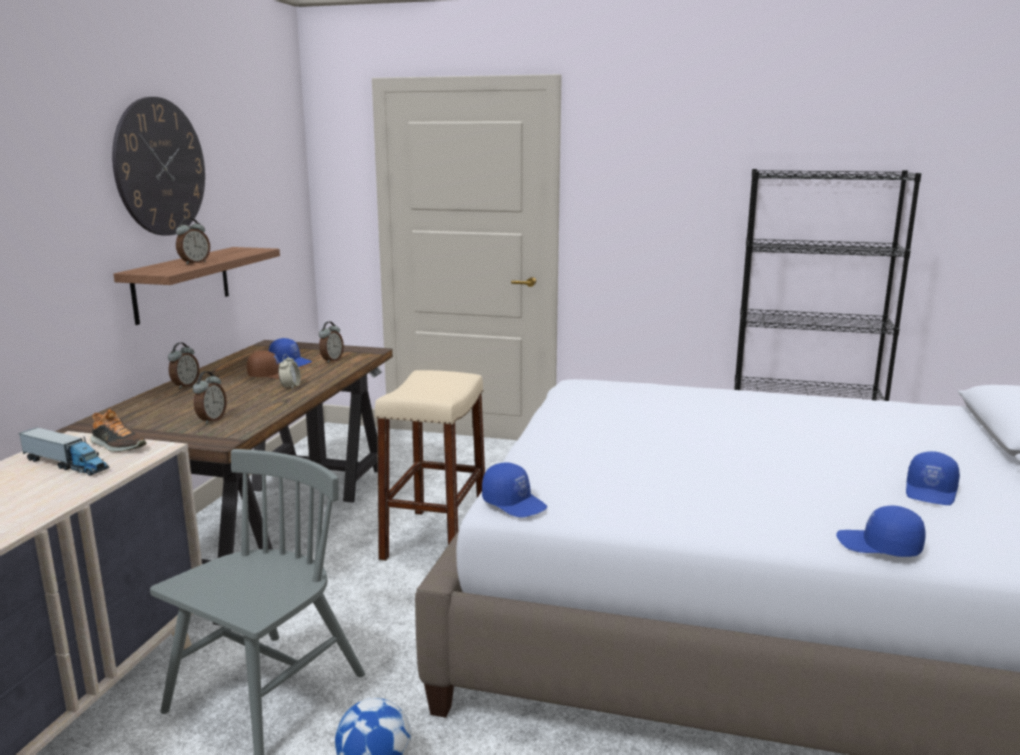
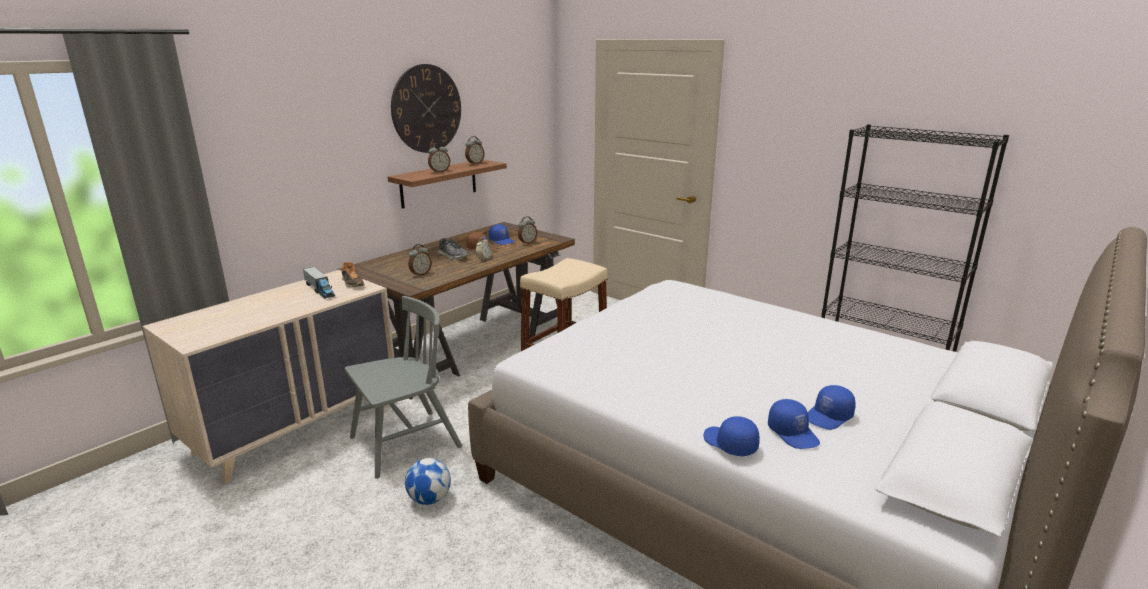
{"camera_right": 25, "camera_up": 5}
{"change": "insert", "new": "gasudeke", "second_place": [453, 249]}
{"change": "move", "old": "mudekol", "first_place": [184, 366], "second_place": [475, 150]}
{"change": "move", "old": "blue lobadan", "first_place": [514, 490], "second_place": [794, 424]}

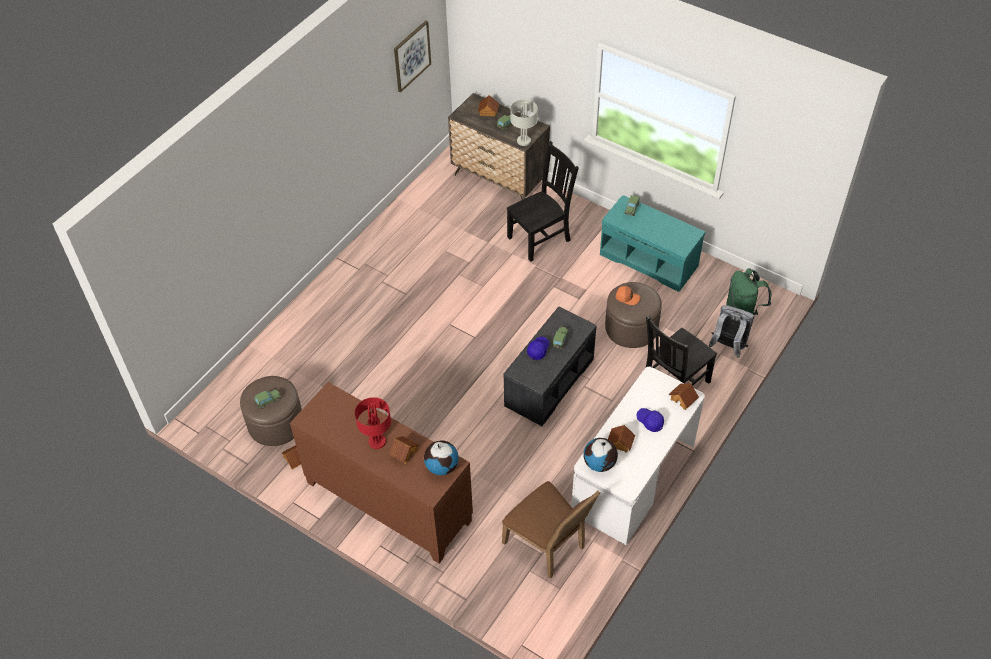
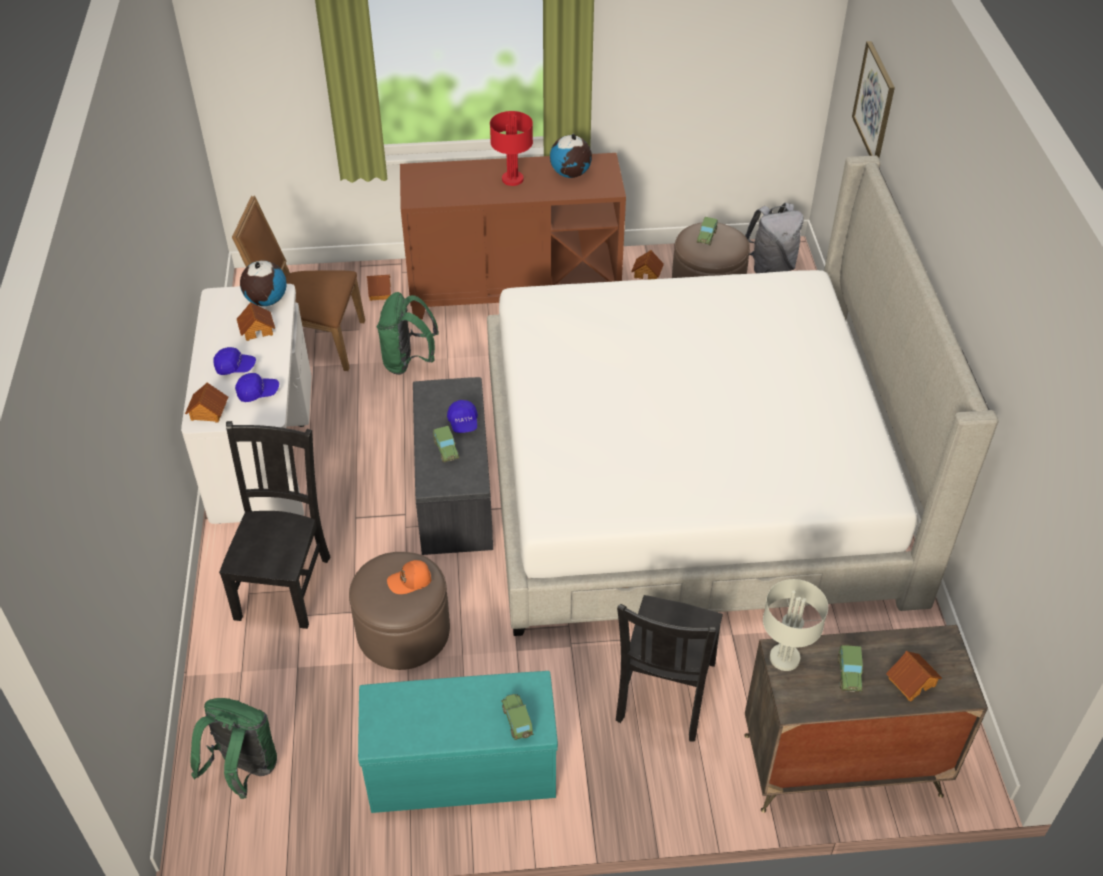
{"camera_right": 140, "camera_up": -5}
{"change": "insert", "new": "blue lobadan", "second_place": [257, 387]}
{"change": "insert", "new": "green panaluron", "second_place": [408, 333]}
{"change": "insert", "new": "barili", "second_place": [743, 396]}
{"change": "move", "old": "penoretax", "first_place": [404, 450], "second_place": [379, 288]}
{"change": "move", "old": "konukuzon", "first_place": [412, 56], "second_place": [873, 99]}
{"change": "move", "old": "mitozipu", "first_place": [441, 457], "second_place": [571, 155]}
{"change": "move", "old": "grey panaluron", "first_place": [731, 331], "second_place": [774, 238]}

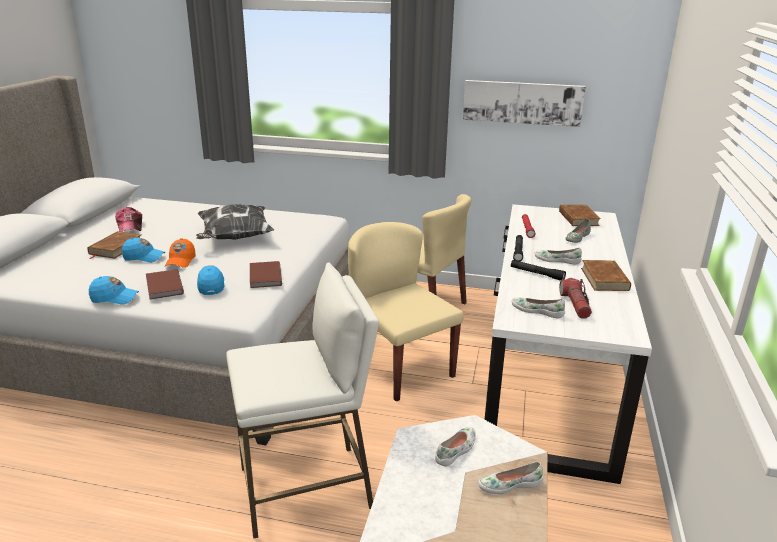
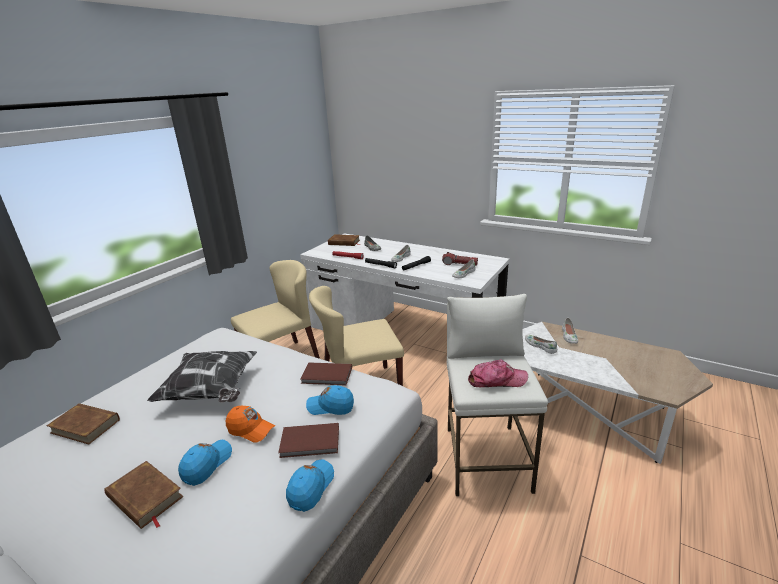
{"camera_right": -70, "camera_up": 0}
{"change": "delete", "old": "konukuzon", "first_place": [524, 103]}
{"change": "move", "old": "lobadan", "first_place": [128, 219], "second_place": [498, 373]}
{"change": "move", "old": "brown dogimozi", "first_place": [606, 275], "second_place": [83, 423]}

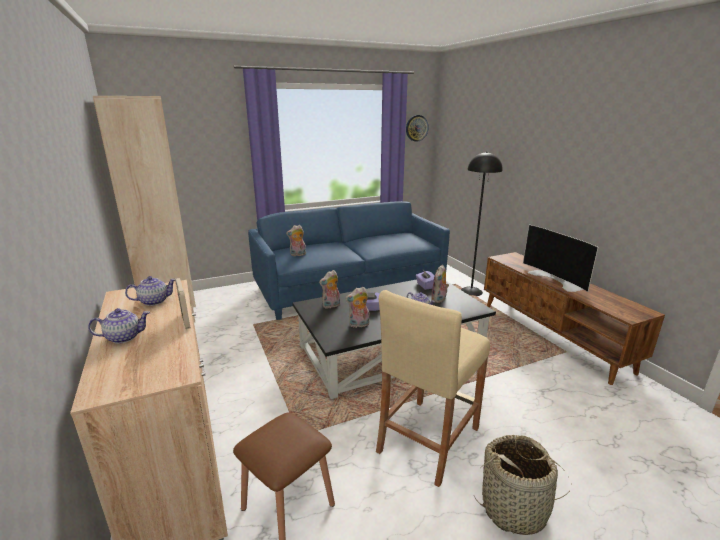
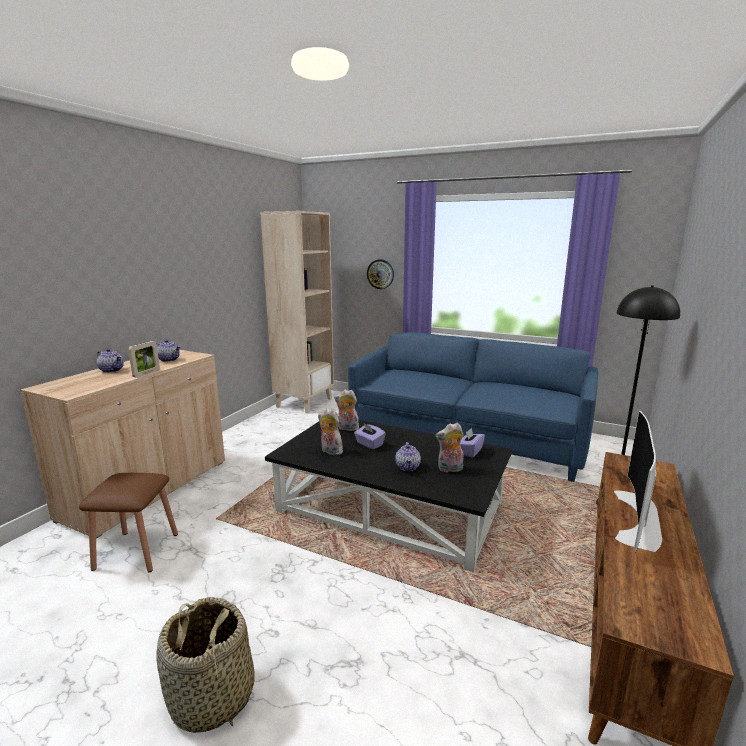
{"camera_right": 50, "camera_up": -5}
{"change": "delete", "old": "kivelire", "first_place": [296, 240]}
{"change": "delete", "old": "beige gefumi", "first_place": [433, 388]}
{"change": "move", "old": "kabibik", "first_place": [417, 128], "second_place": [380, 274]}

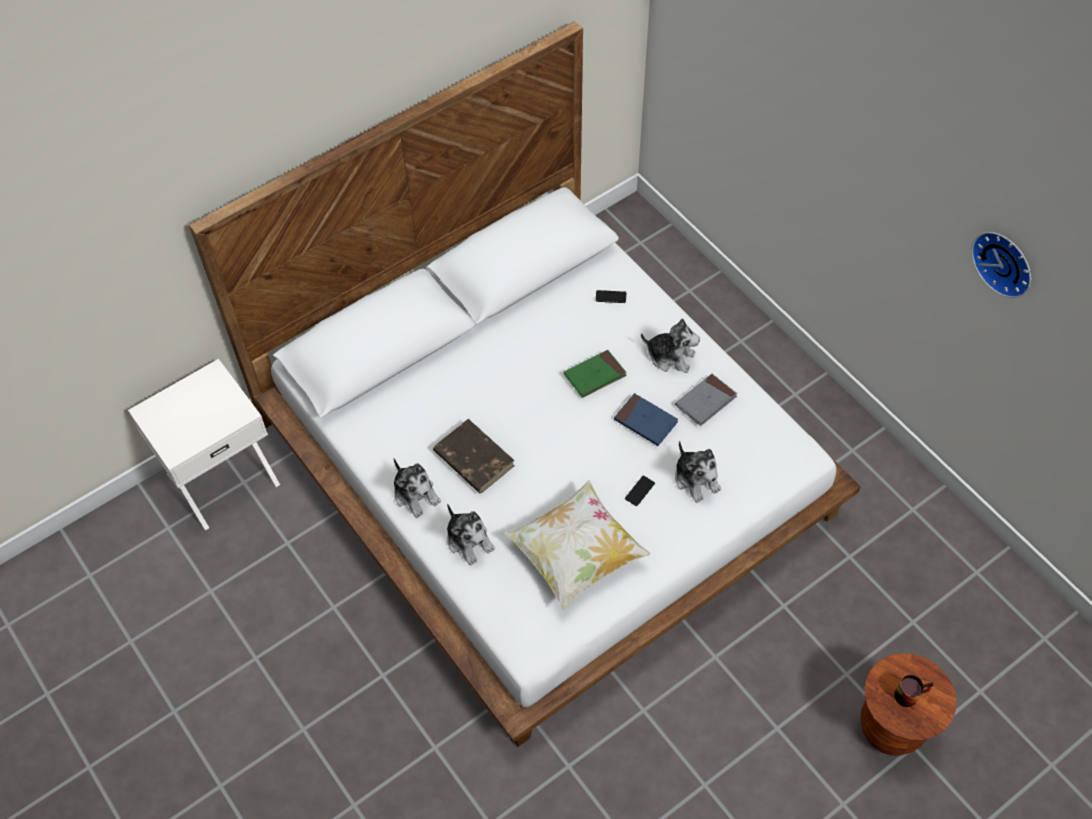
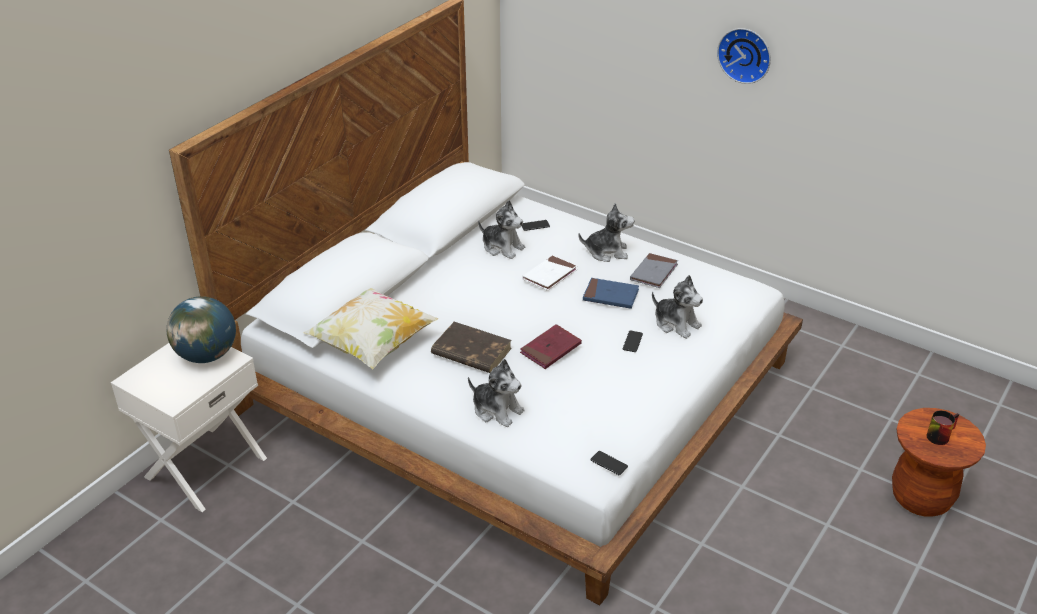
{"camera_right": -20, "camera_up": -20}
{"change": "insert", "new": "mitozipu", "second_place": [201, 329]}
{"change": "insert", "new": "red dogimozi", "second_place": [551, 346]}
{"change": "insert", "new": "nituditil", "second_place": [609, 463]}
{"change": "move", "old": "kivelire", "first_place": [417, 488], "second_place": [501, 229]}
{"change": "move", "old": "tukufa", "first_place": [577, 545], "second_place": [370, 328]}
{"change": "move", "old": "kabibik", "first_place": [1001, 265], "second_place": [744, 56]}
{"change": "recolor", "old": "green dogimozi", "new": "white dogimozi", "first_place": [595, 374], "second_place": [550, 273]}

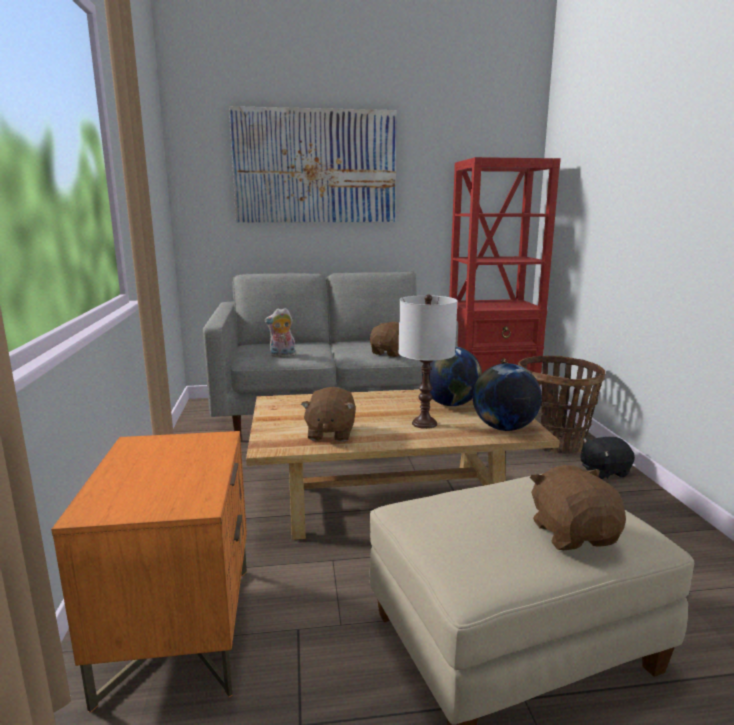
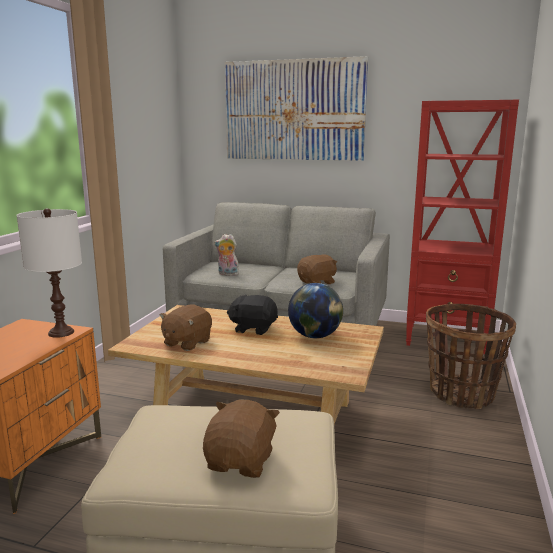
{"camera_right": 25, "camera_up": 0}
{"change": "delete", "old": "mitozipu", "first_place": [507, 397]}
{"change": "move", "old": "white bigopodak", "first_place": [428, 362], "second_place": [49, 273]}
{"change": "move", "old": "black kivelire", "first_place": [608, 458], "second_place": [252, 314]}

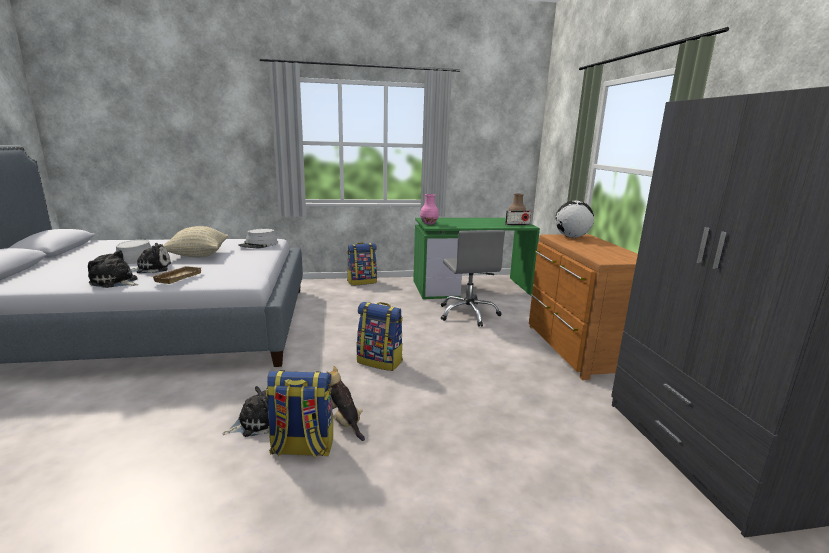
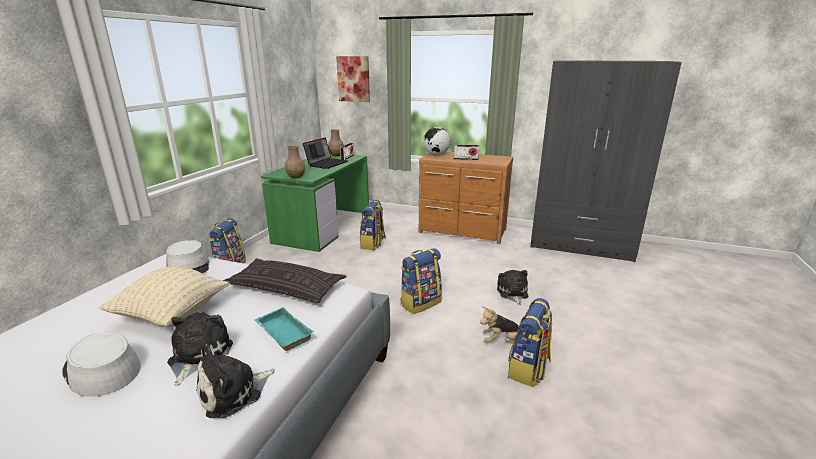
{"camera_right": -60, "camera_up": 5}
{"change": "insert", "new": "tukufa", "second_place": [285, 280]}
{"change": "insert", "new": "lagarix", "second_place": [325, 153]}
{"change": "insert", "new": "konukuzon", "second_place": [353, 79]}
{"change": "insert", "new": "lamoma", "second_place": [466, 152]}
{"change": "move", "old": "kivelire", "first_place": [245, 411], "second_place": [512, 287]}
{"change": "replace", "old": "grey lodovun", "new": "panaluron", "first_place": [473, 278], "second_place": [373, 225]}
{"change": "recolor", "old": "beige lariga", "new": "turquoise lariga", "first_place": [175, 275], "second_place": [284, 329]}
{"change": "recolor", "old": "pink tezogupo", "new": "brown tezogupo", "first_place": [429, 209], "second_place": [295, 162]}

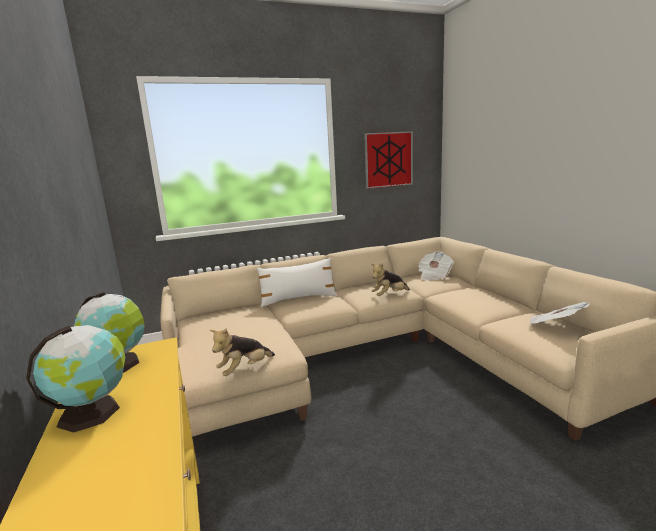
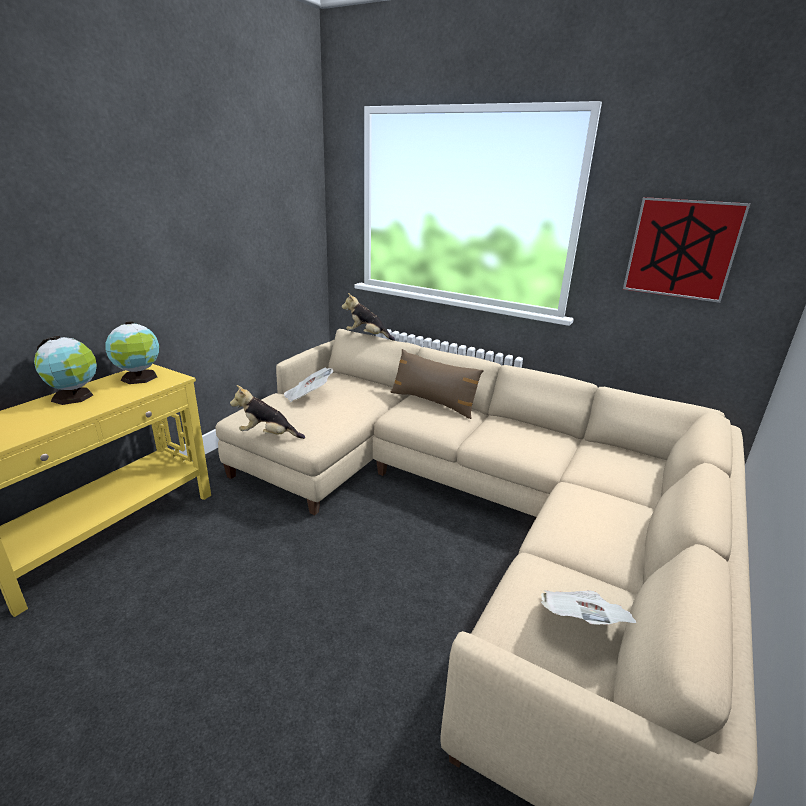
{"camera_right": 50, "camera_up": 10}
{"change": "move", "old": "kivelire", "first_place": [390, 279], "second_place": [368, 317]}
{"change": "move", "old": "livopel", "first_place": [436, 266], "second_place": [308, 384]}
{"change": "recolor", "old": "white tukufa", "new": "brown tukufa", "first_place": [297, 282], "second_place": [437, 384]}

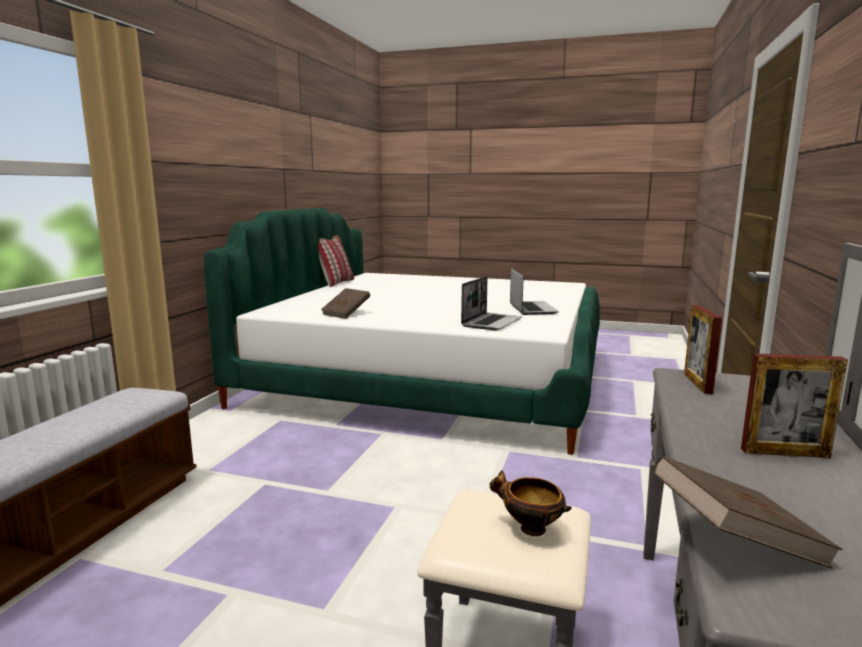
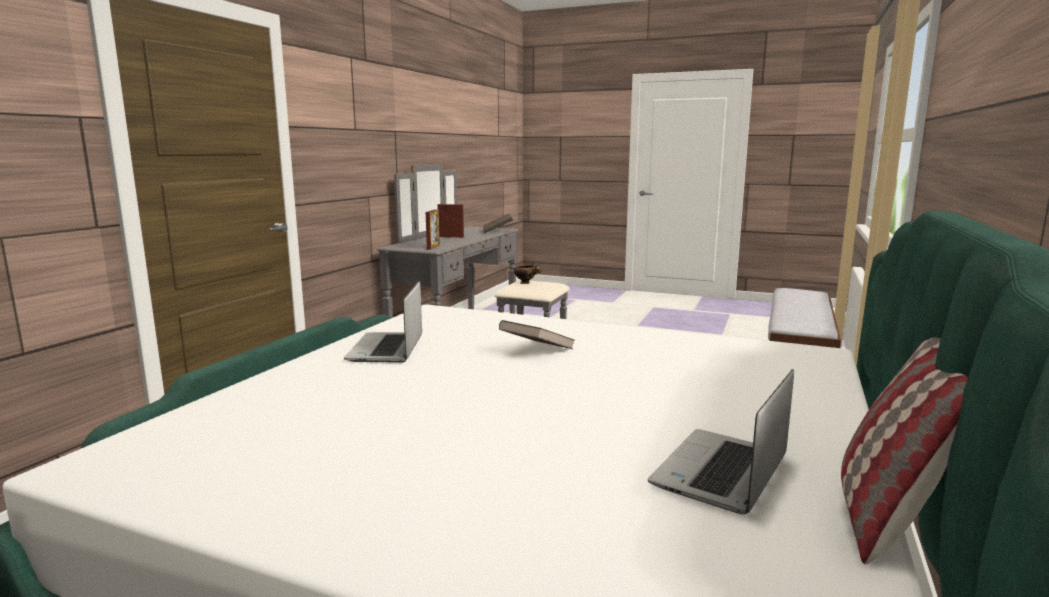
{"camera_right": -175, "camera_up": 0}
{"change": "move", "old": "brown dogimozi", "first_place": [345, 303], "second_place": [537, 334]}
{"change": "move", "old": "lagarix", "first_place": [491, 303], "second_place": [721, 442]}

